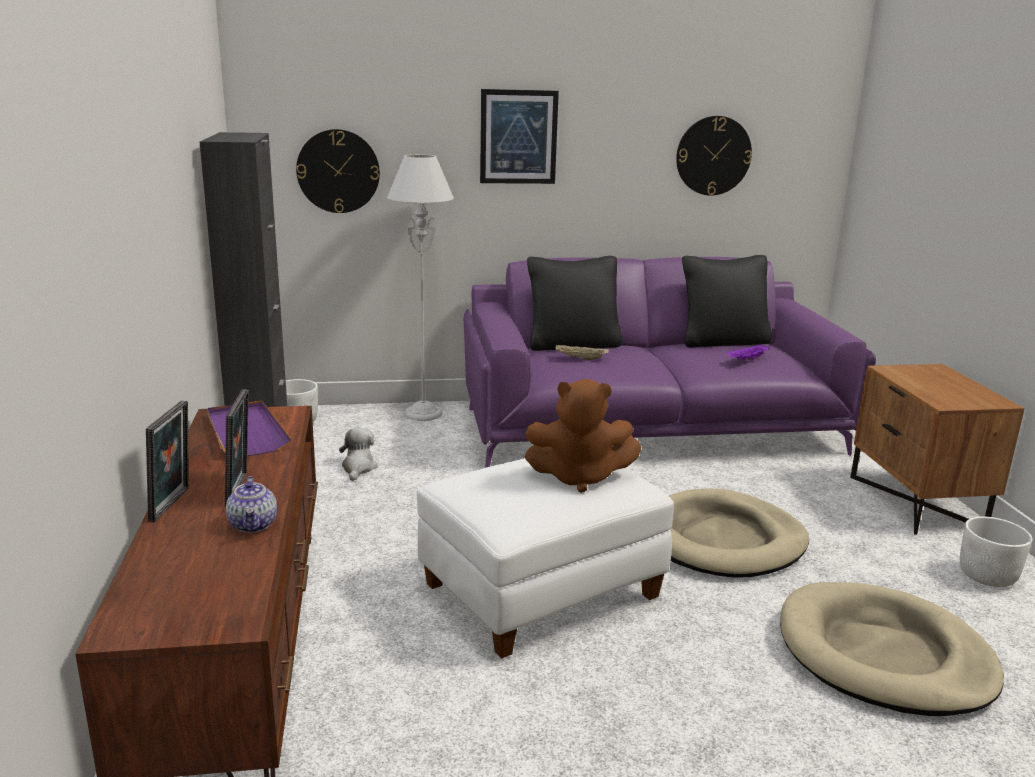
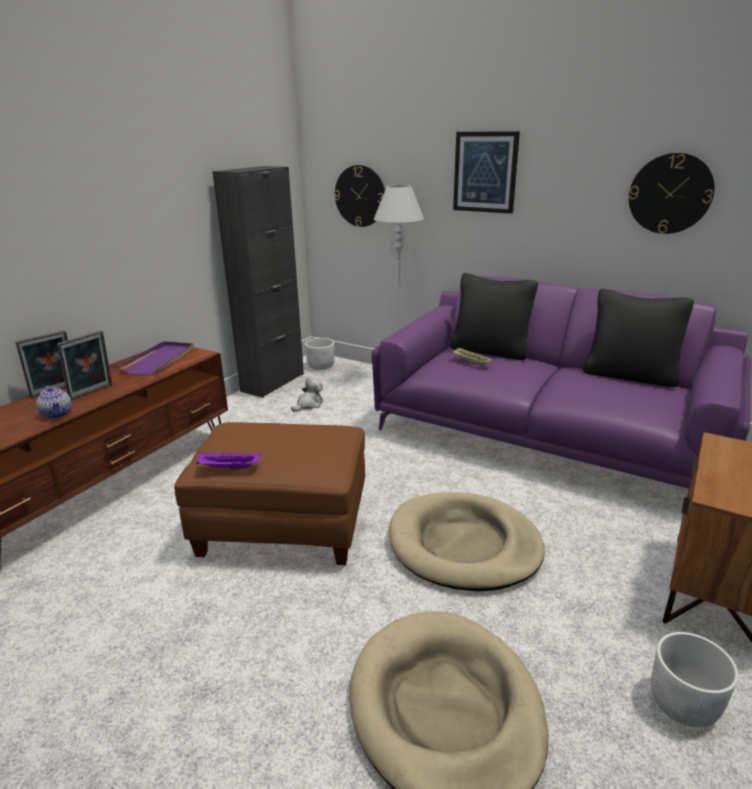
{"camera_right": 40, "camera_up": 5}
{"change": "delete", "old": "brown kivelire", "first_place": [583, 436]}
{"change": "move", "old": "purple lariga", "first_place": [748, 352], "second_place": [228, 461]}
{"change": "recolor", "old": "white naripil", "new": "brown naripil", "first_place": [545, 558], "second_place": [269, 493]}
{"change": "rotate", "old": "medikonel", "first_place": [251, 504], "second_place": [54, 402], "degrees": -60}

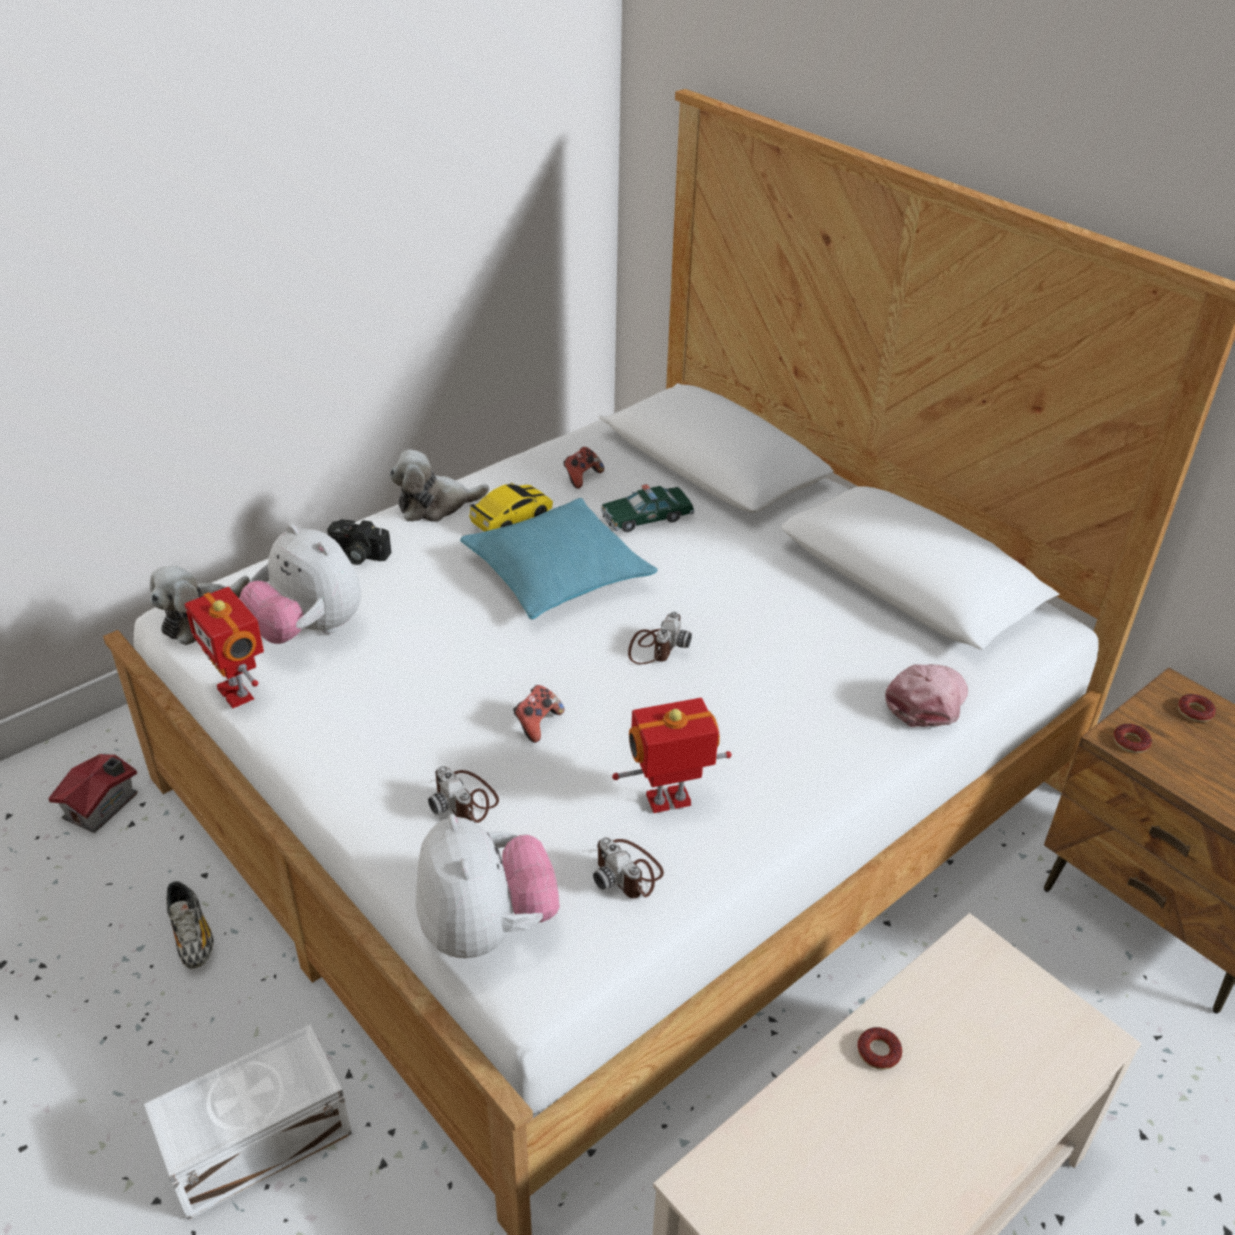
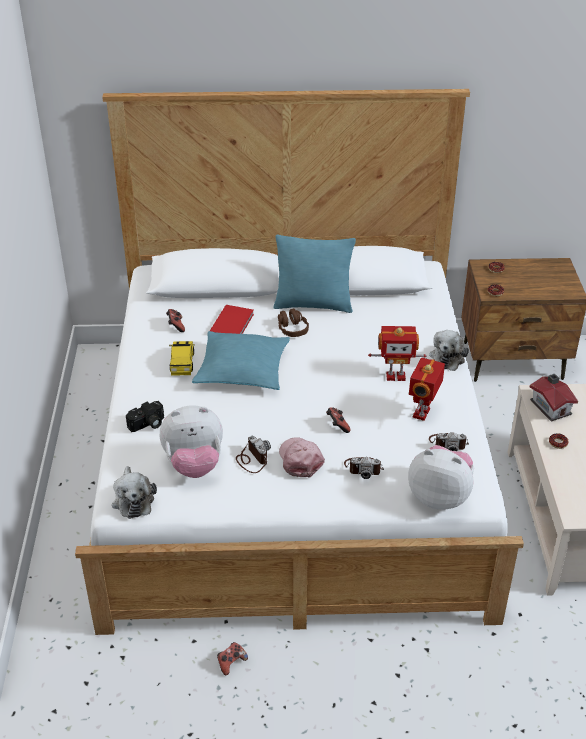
{"camera_right": -50, "camera_up": 0}
{"change": "delete", "old": "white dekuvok", "first_place": [248, 1122]}
{"change": "insert", "new": "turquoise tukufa", "second_place": [314, 274]}
{"change": "insert", "new": "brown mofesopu", "second_place": [293, 322]}
{"change": "move", "old": "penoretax", "first_place": [93, 793], "second_place": [553, 398]}
{"change": "move", "old": "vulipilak", "first_place": [224, 648], "second_place": [397, 353]}
{"change": "move", "old": "kivelire", "first_place": [439, 485], "second_place": [449, 350]}
{"change": "move", "old": "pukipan", "first_place": [660, 638], "second_place": [253, 454]}
{"change": "move", "old": "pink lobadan", "first_place": [926, 695], "second_place": [302, 457]}
{"change": "replace", "old": "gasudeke", "new": "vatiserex", "first_place": [190, 925], "second_place": [232, 658]}
{"change": "replace", "old": "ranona", "new": "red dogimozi", "first_place": [648, 508], "second_place": [232, 319]}

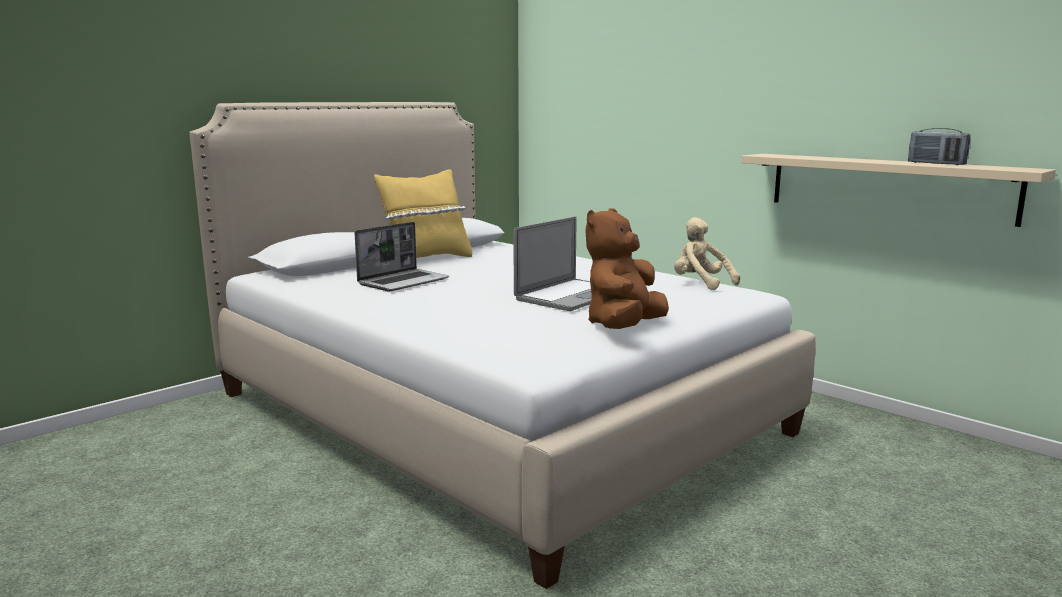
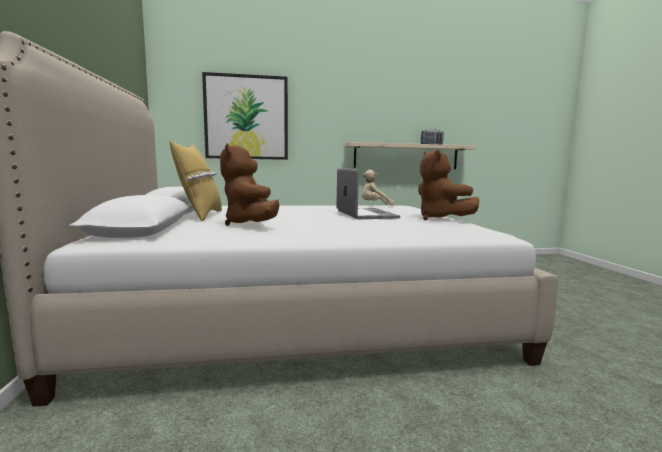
{"camera_right": -55, "camera_up": -5}
{"change": "insert", "new": "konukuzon", "second_place": [245, 116]}
{"change": "replace", "old": "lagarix", "new": "brown kivelire", "first_place": [402, 257], "second_place": [249, 184]}

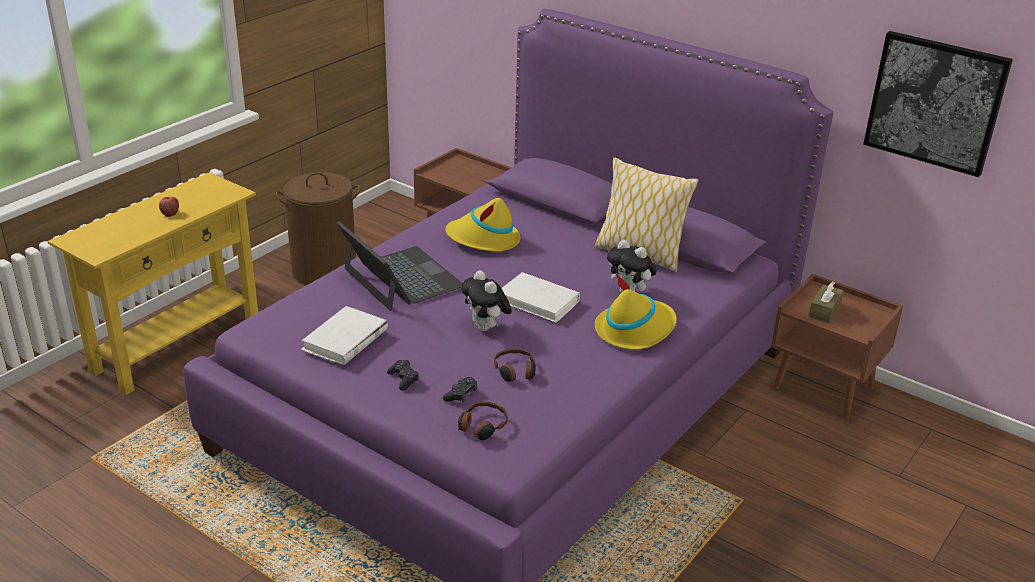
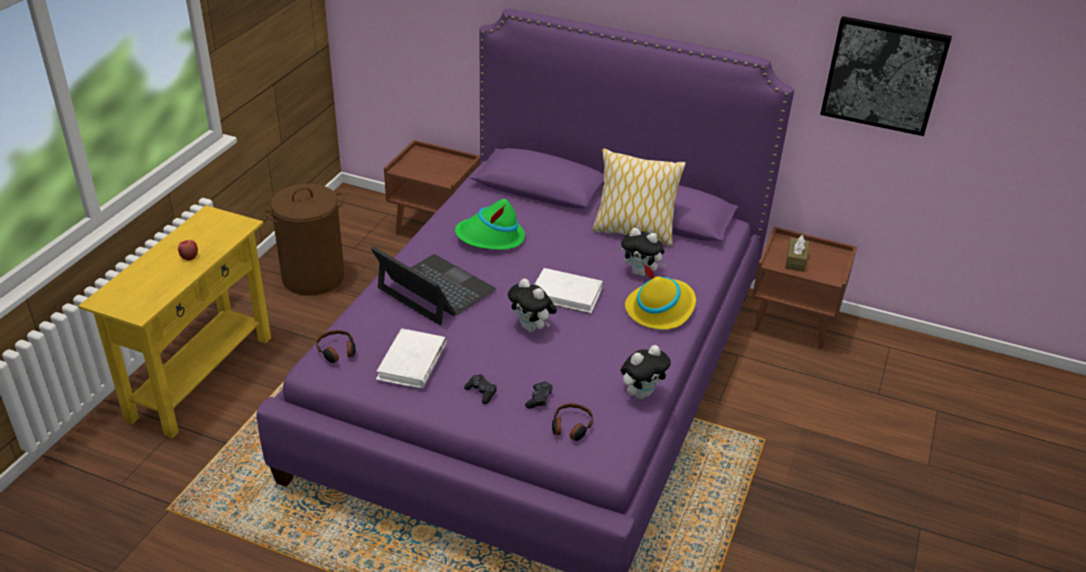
{"camera_right": -15, "camera_up": 5}
{"change": "insert", "new": "kivelire", "second_place": [646, 372]}
{"change": "move", "old": "mofesopu", "first_place": [515, 365], "second_place": [336, 346]}
{"change": "recolor", "old": "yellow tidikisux", "new": "green tidikisux", "first_place": [483, 224], "second_place": [490, 224]}

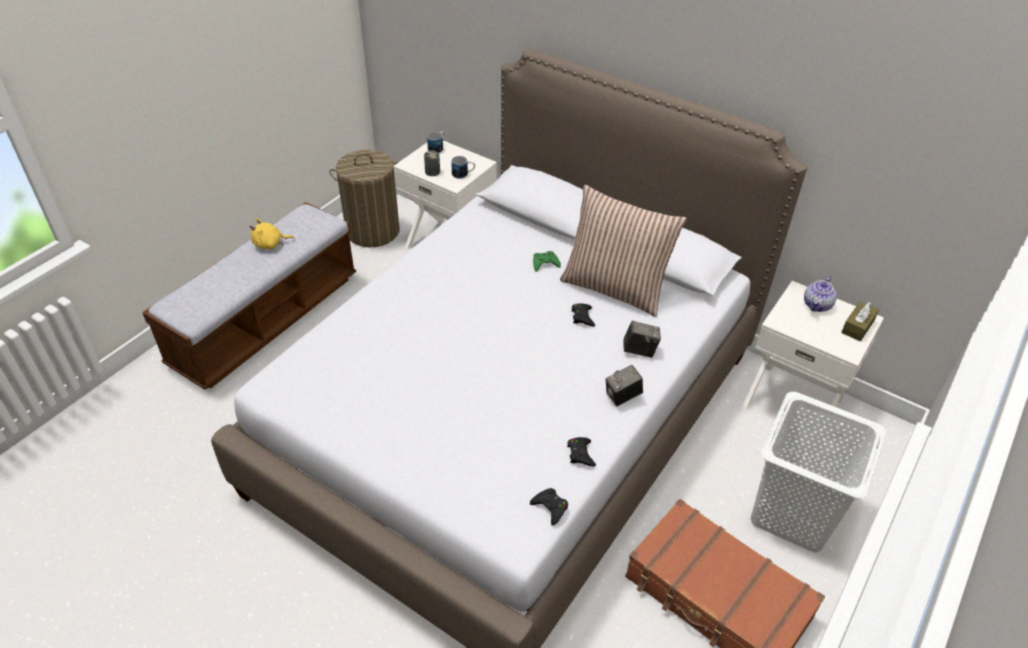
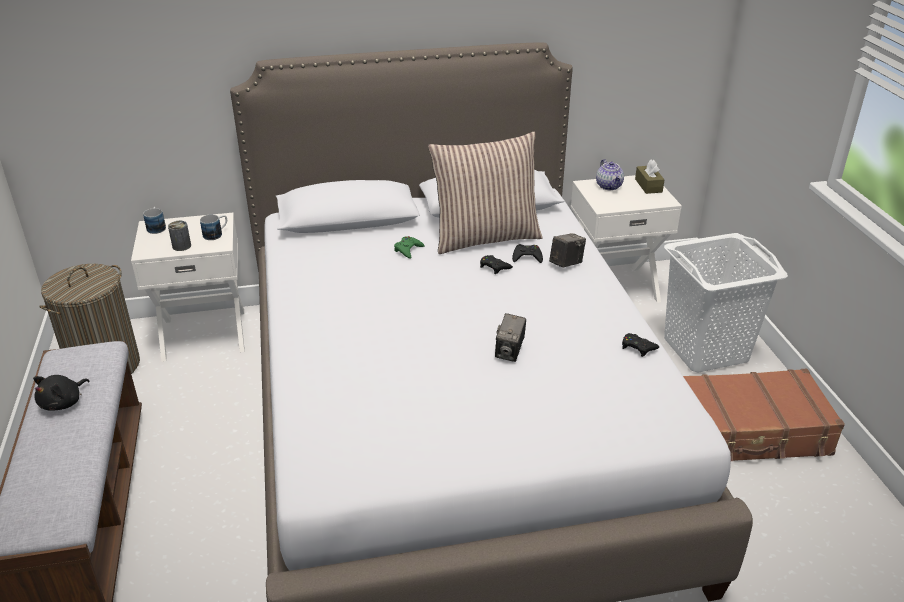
{"camera_right": -45, "camera_up": -10}
{"change": "move", "old": "black vatiserex", "first_place": [549, 507], "second_place": [527, 253]}
{"change": "move", "old": "pukipan", "first_place": [624, 385], "second_place": [510, 337]}
{"change": "recolor", "old": "yellow kivelire", "new": "black kivelire", "first_place": [272, 234], "second_place": [61, 392]}

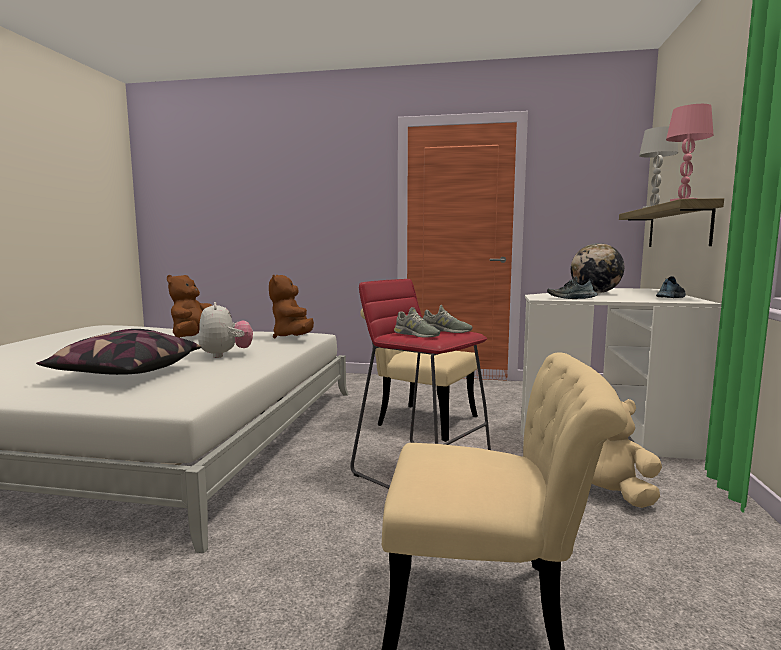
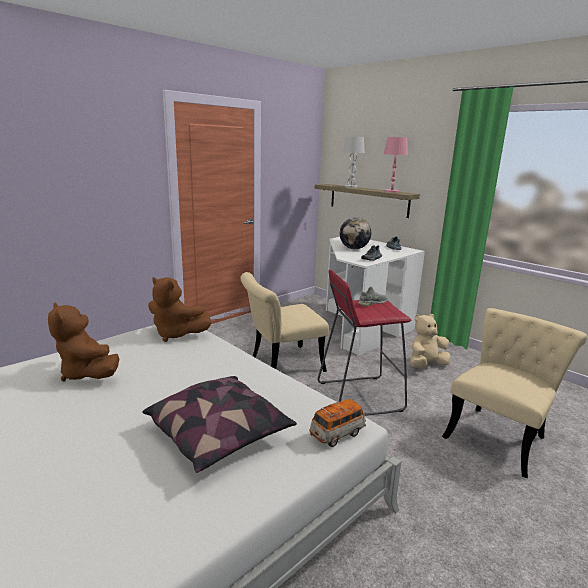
{"camera_right": -55, "camera_up": 10}
{"change": "delete", "old": "kivelire", "first_place": [225, 330]}
{"change": "delete", "old": "grey gasudeke", "first_place": [417, 322]}
{"change": "insert", "new": "ranona", "second_place": [337, 423]}

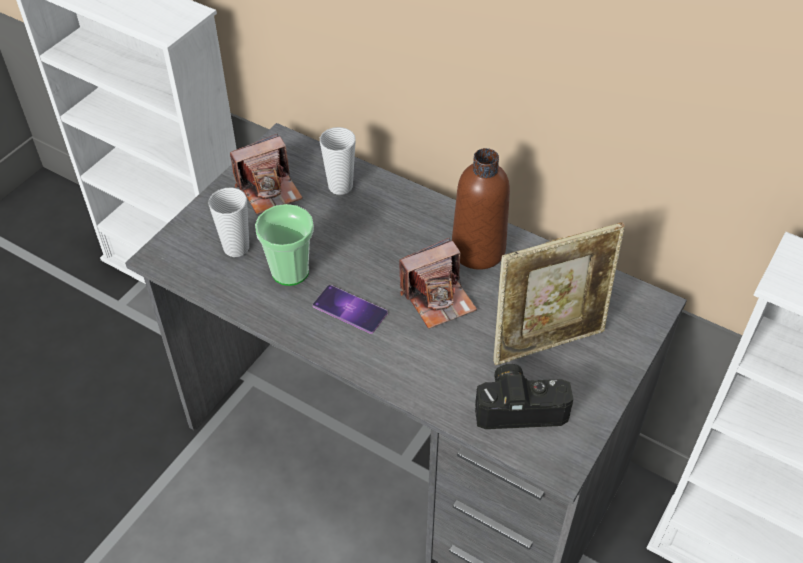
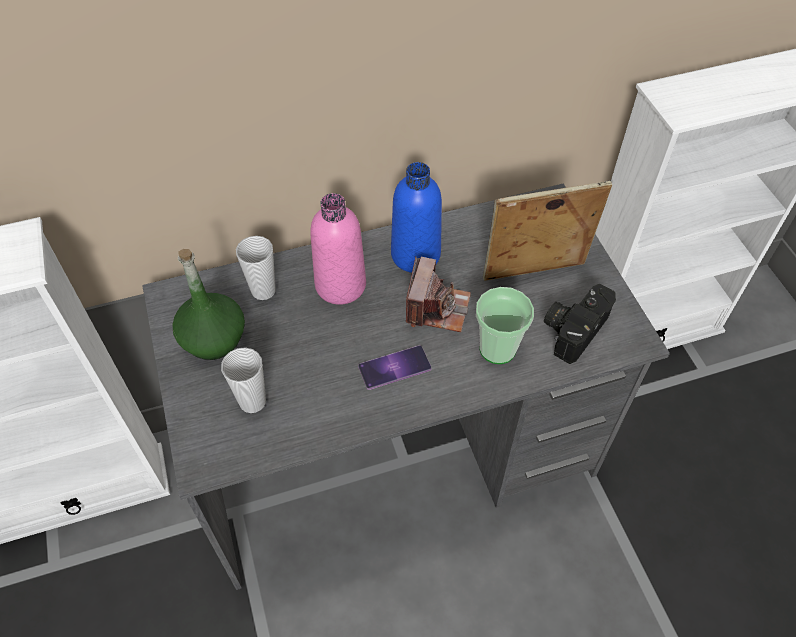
{"camera_right": -50, "camera_up": 5}
{"change": "insert", "new": "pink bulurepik", "second_place": [338, 249]}
{"change": "move", "old": "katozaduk", "first_place": [284, 245], "second_place": [505, 325]}
{"change": "replace", "old": "pukipan", "new": "green bulurepik", "first_place": [266, 174], "second_place": [208, 304]}
{"change": "recolor", "old": "brown bulurepik", "new": "blue bulurepik", "first_place": [481, 209], "second_place": [416, 217]}
{"change": "rotate", "old": "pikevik", "first_place": [559, 293], "second_place": [547, 231], "degrees": -120}

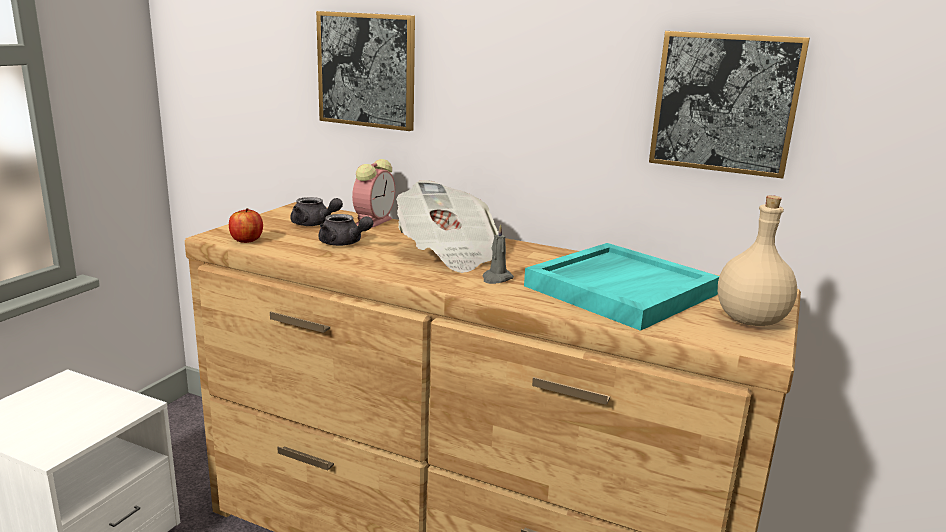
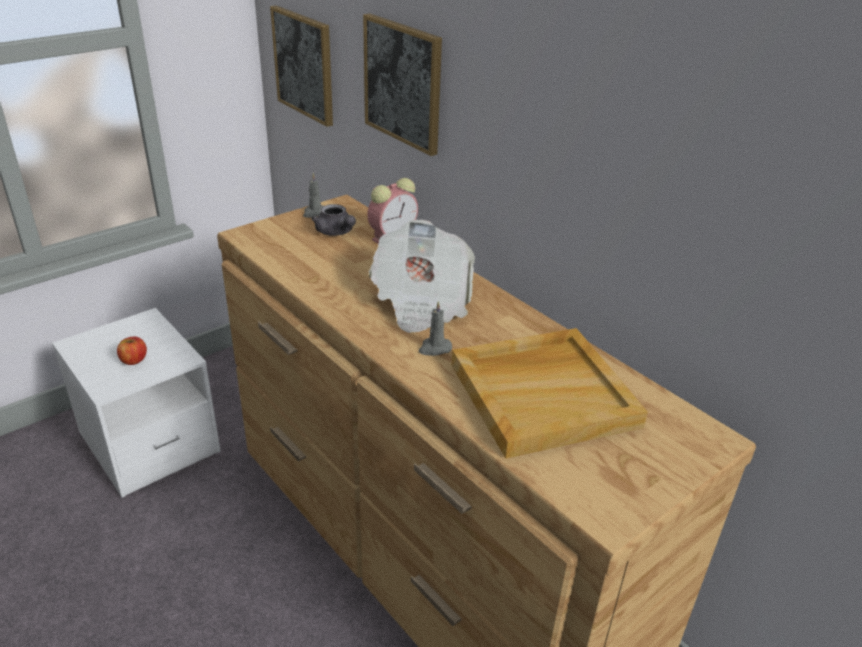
{"camera_right": 25, "camera_up": 15}
{"change": "delete", "old": "grey medikonel", "first_place": [345, 230]}
{"change": "delete", "old": "beige bulurepik", "first_place": [757, 260]}
{"change": "insert", "new": "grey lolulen", "second_place": [313, 195]}
{"change": "move", "old": "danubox", "first_place": [246, 225], "second_place": [132, 350]}
{"change": "move", "old": "konukuzon", "first_place": [729, 105], "second_place": [301, 66]}
{"change": "recolor", "old": "turquoise lariga", "new": "beige lariga", "first_place": [621, 287], "second_place": [550, 393]}

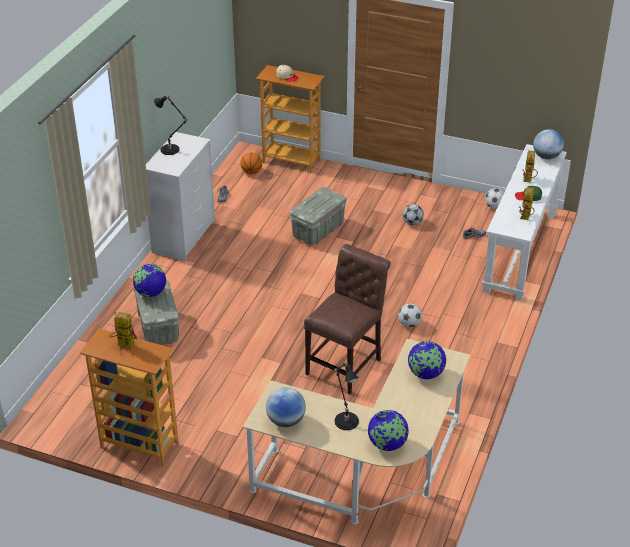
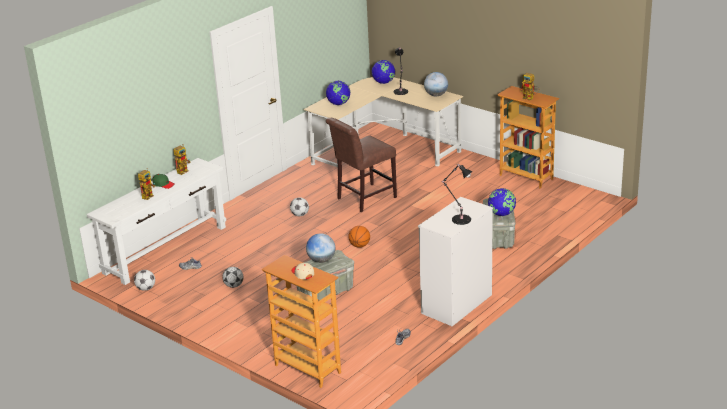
{"camera_right": -160, "camera_up": -10}
{"change": "move", "old": "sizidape", "first_place": [251, 163], "second_place": [359, 237]}
{"change": "move", "old": "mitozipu", "first_place": [548, 144], "second_place": [320, 248]}

